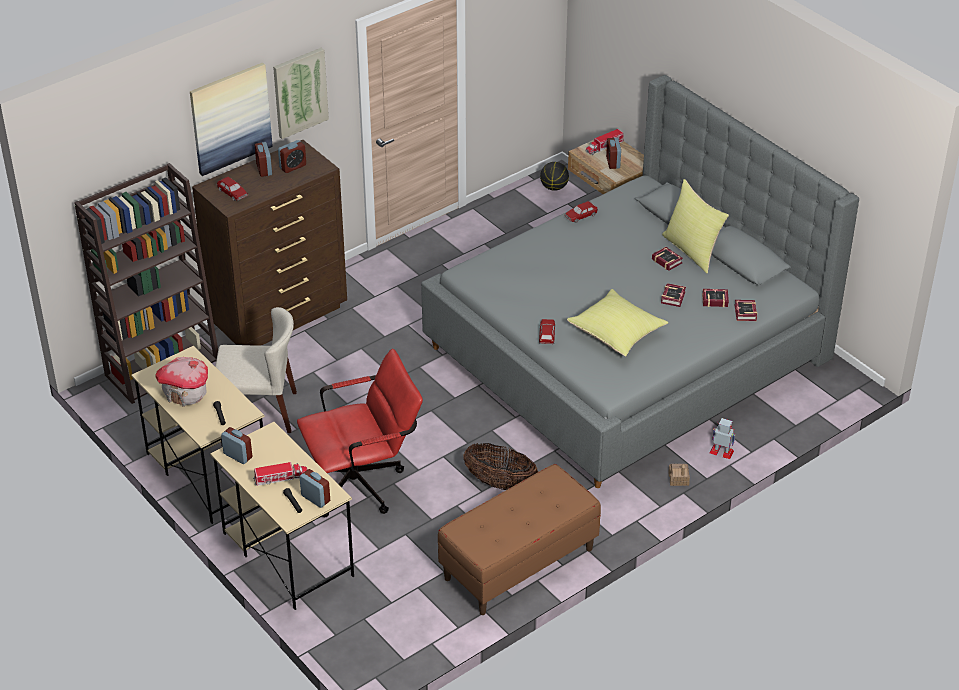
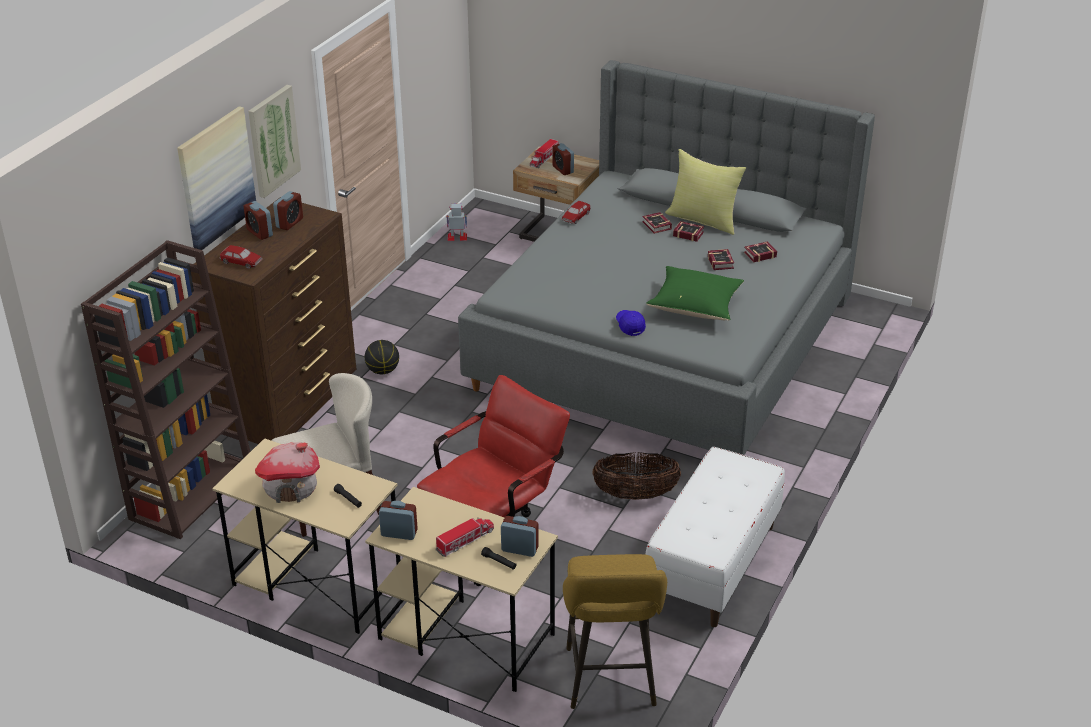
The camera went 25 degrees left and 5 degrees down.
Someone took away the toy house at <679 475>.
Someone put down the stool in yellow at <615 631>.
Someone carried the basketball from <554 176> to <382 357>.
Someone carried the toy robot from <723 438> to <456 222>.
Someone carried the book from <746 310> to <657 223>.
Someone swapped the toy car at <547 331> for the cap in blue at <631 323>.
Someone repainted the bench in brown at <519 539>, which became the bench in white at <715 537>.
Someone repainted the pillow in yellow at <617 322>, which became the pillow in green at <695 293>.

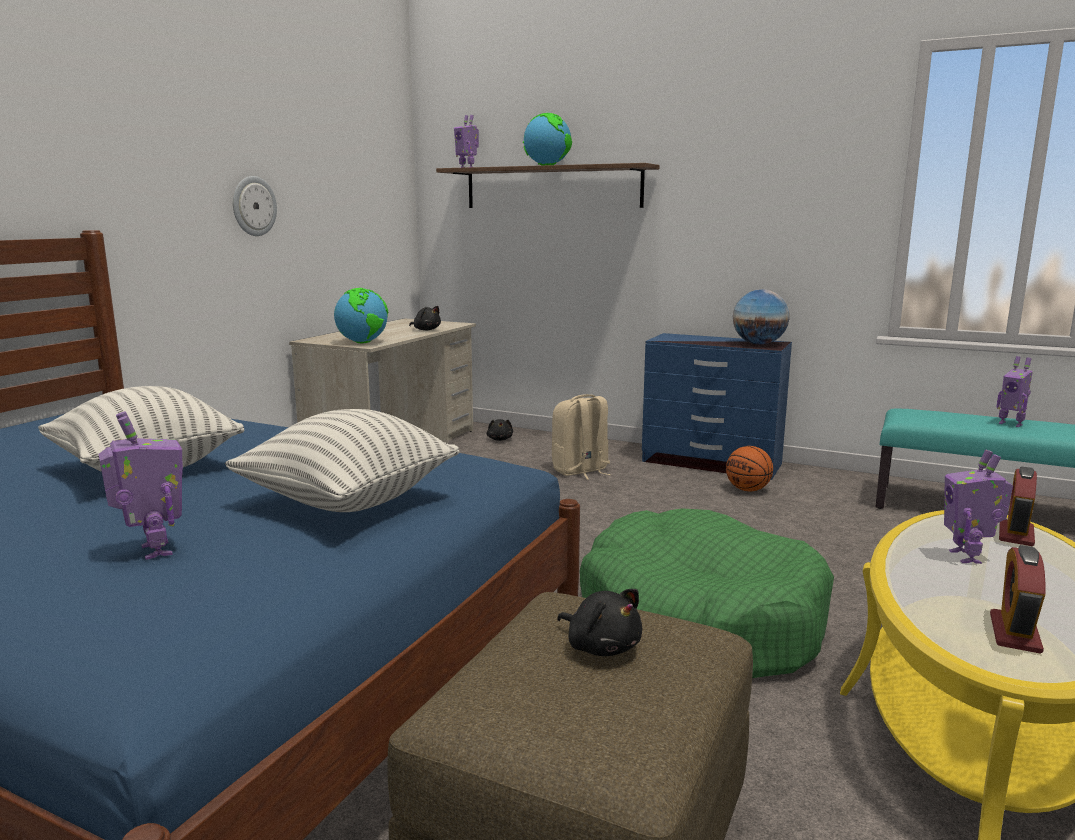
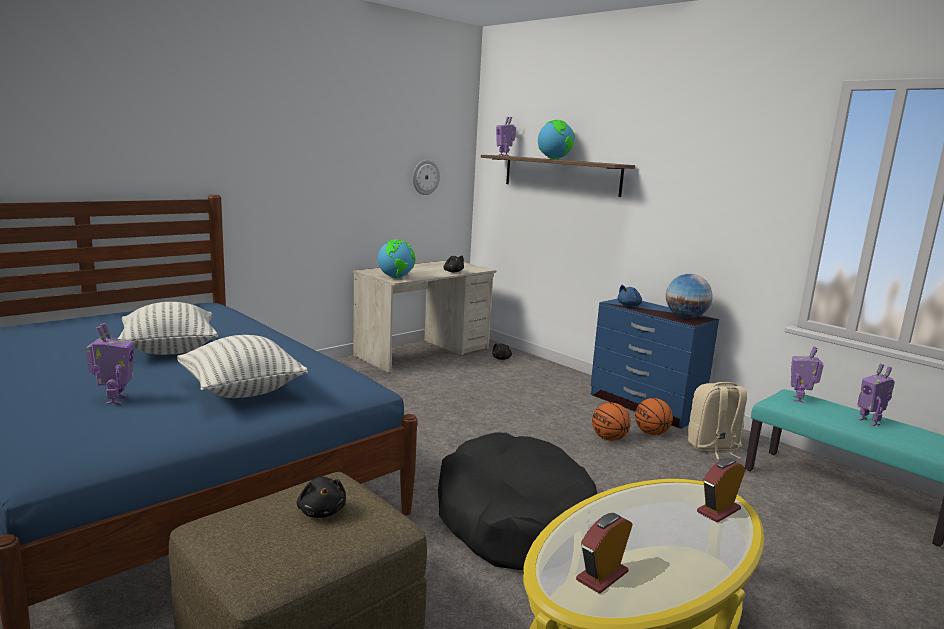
The camera went 20 degrees right and 0 degrees up.
Someone put down the basketball at <611 421>.
Someone put down the plush toy in blue at <630 295>.
Someone carried the wall clock from <255 206> to <426 177>.
Someone carried the backpack in beige from <581 437> to <717 421>.
Someone carried the toy robot from <978 507> to <807 374>.
Someone repainted the dog bed in green at <707 593>, which became the dog bed in black at <517 501>.

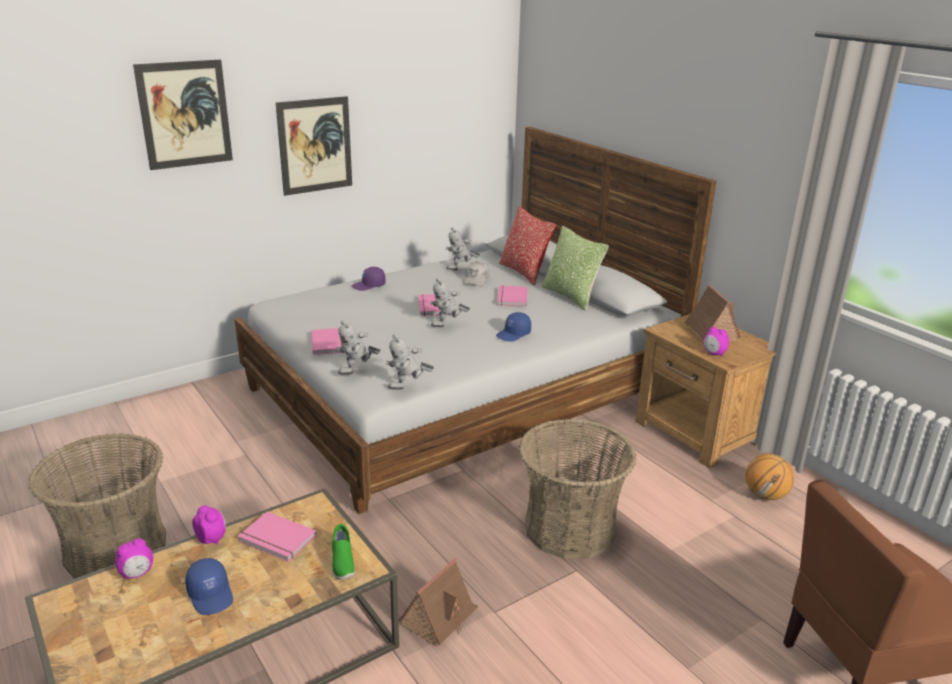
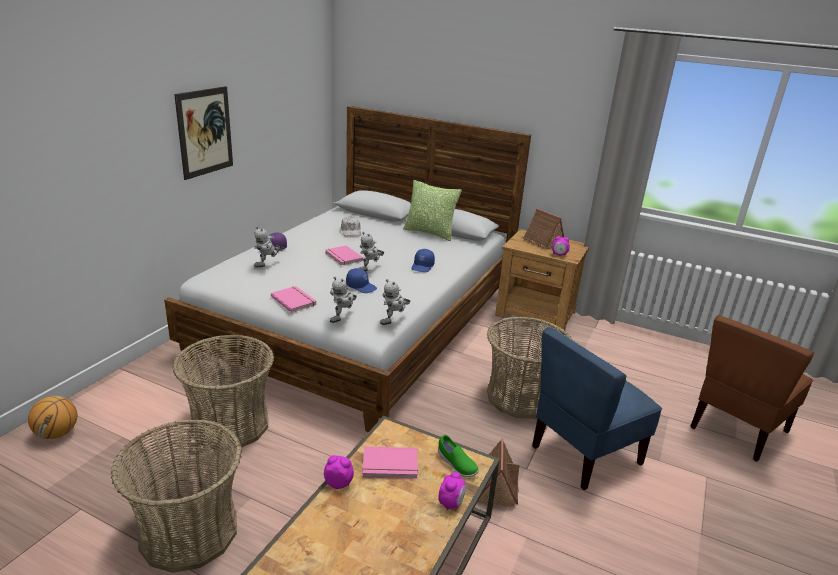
The camera went 30 degrees left and 0 degrees up.
Someone took away the picture at <183 114>.
Someone took away the book in pink at <512 296>.
Someone took away the pillow at <527 246>.
Someone put down the basket at <223 392>.
Someone put down the chair in blue at <597 409>.
Someone carried the alarm clock from <134 558> to <452 491>.
Someone carried the cap in blue from <209 586> to <361 280>.
Someone carried the toy robot from <463 249> to <268 246>.
Someone carried the basketball from <769 477> to <52 417>.

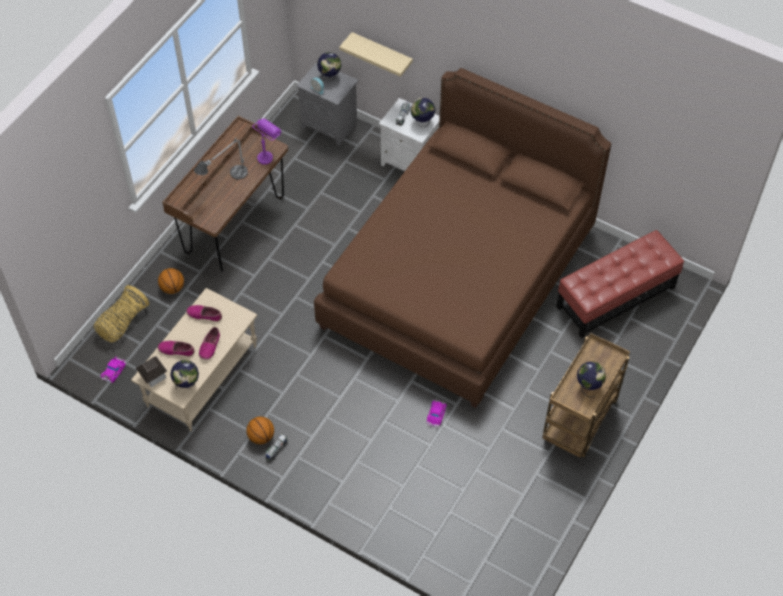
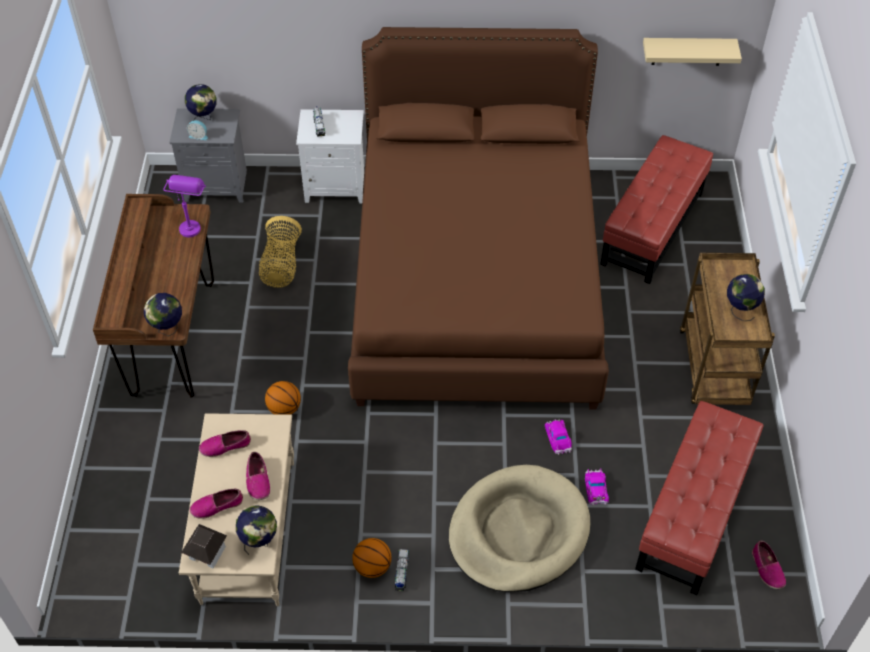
The camera went 30 degrees left and 5 degrees down.
Someone took away the table lamp at <221 158>.
Someone put down the dog bed in beige at <519 528>.
Someone put down the ottoman in red at <699 498>.
Someone put down the shoe at <769 565>.
Someone carried the basket from <121 314> to <280 252>.
Someone carried the toy car from <113 370> to <597 486>.
Someone carried the basketball from <171 281> to <283 398>.
Someone carried the shelf in beige from <376 54> to <692 52>.
Someone carried the globe from <423 112> to <163 314>.

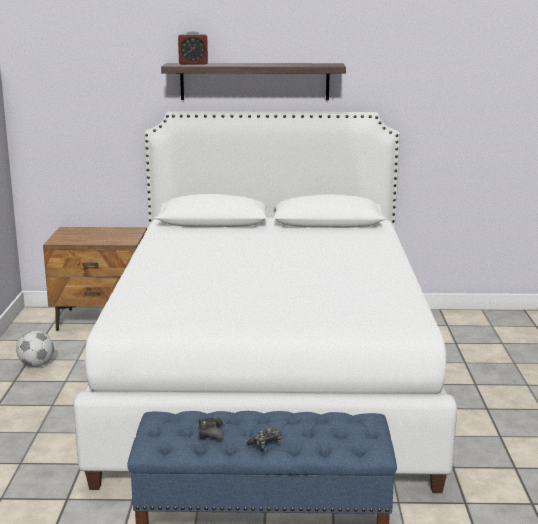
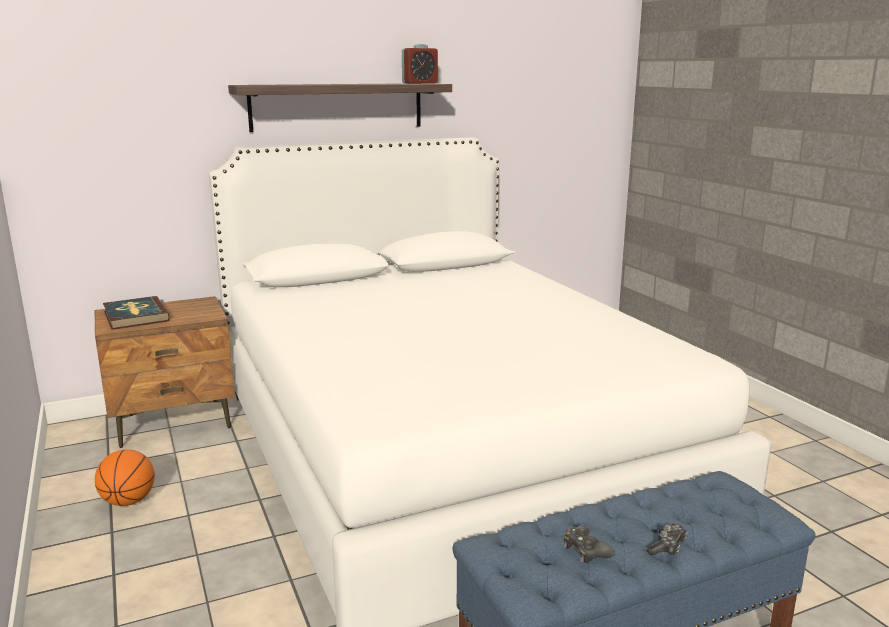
The camera went 25 degrees left and 0 degrees up.
Someone put down the book at <136 313>.
Someone carried the alarm clock from <193 48> to <420 64>.
Someone swapped the football at <35 349> for the basketball at <125 477>.

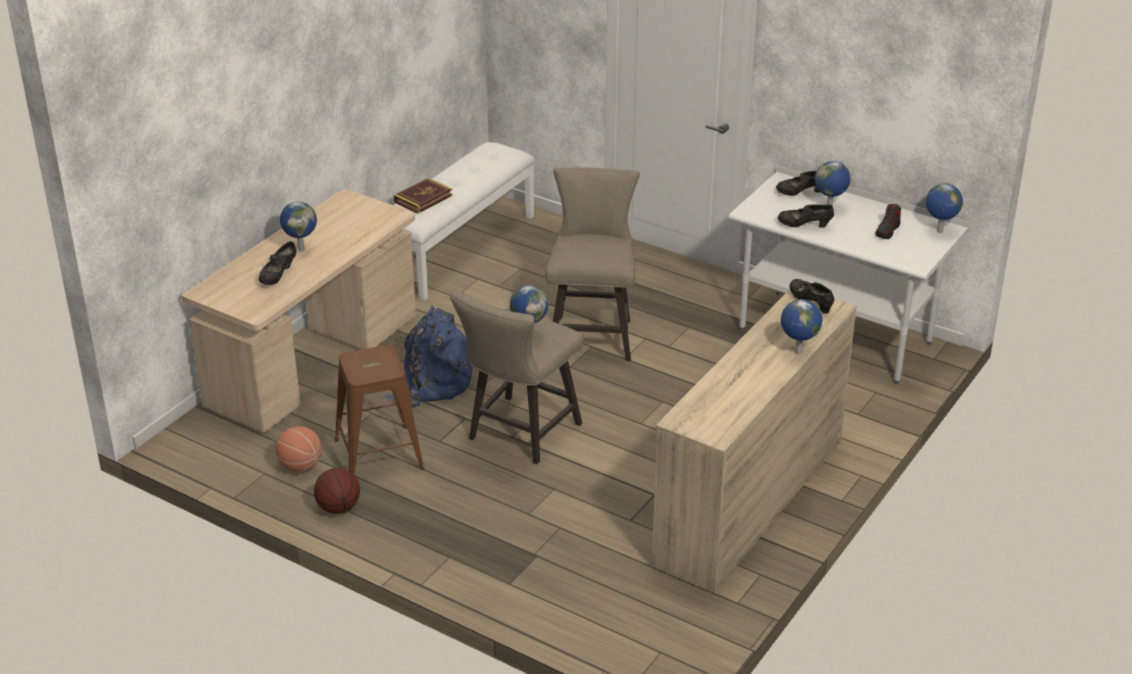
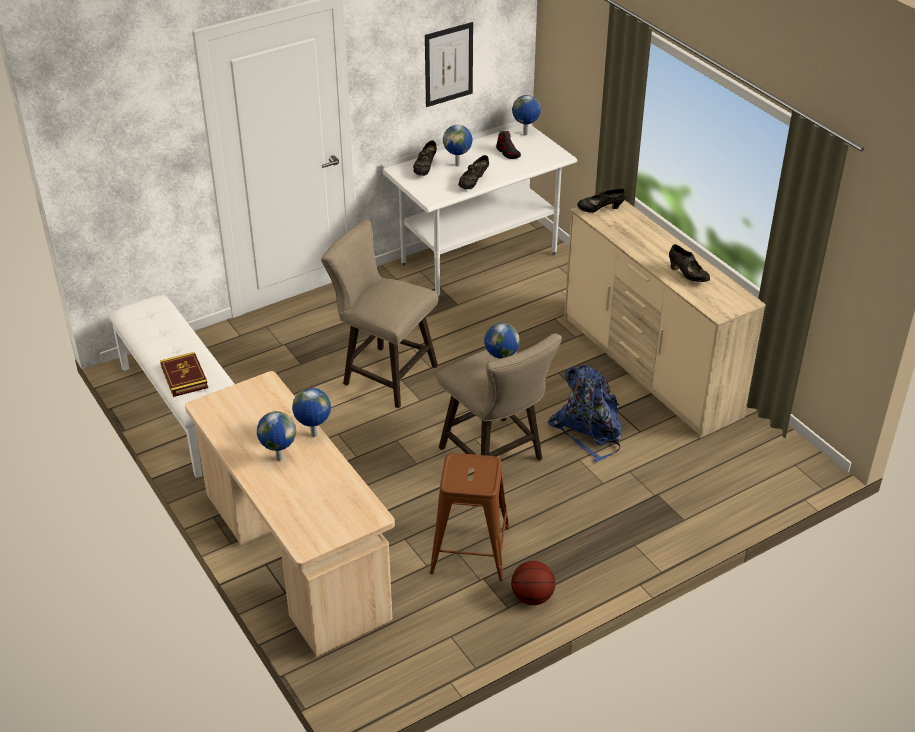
The camera went 65 degrees left and 5 degrees up.
Someone took away the basketball at <298 449>.
Someone put up the picture at <449 64>.
Someone carried the shoe in black from <277 263> to <689 263>.
Someone carried the backpack in blue from <429 356> to <585 413>.
Someone carried the globe from <801 327> to <311 412>.

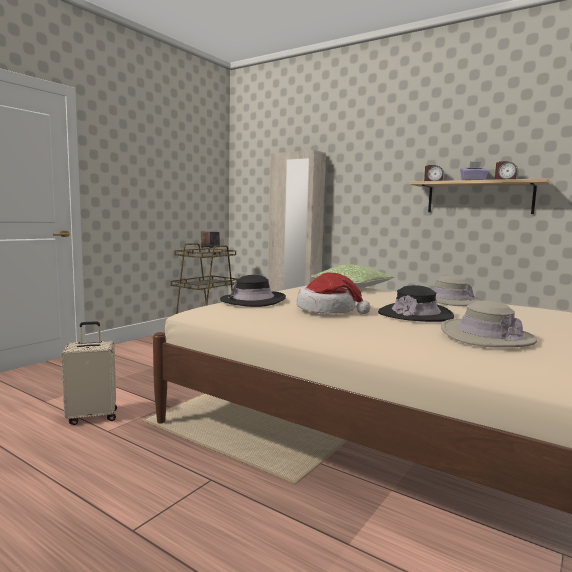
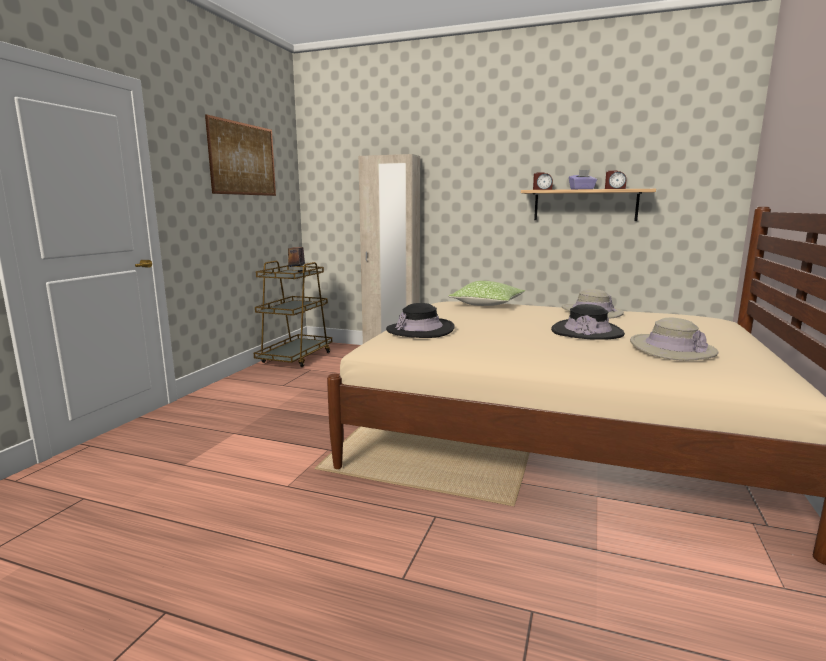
The camera went 15 degrees left and 5 degrees up.
Someone took away the suitcase in beige at <89 373>.
Someone took away the hat at <333 293>.
Someone put up the picture at <240 155>.

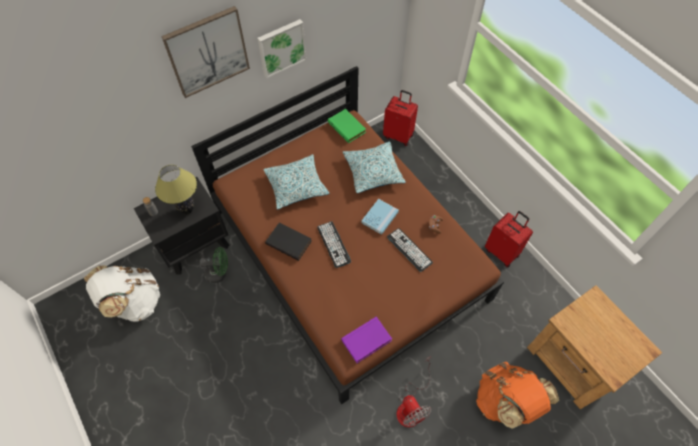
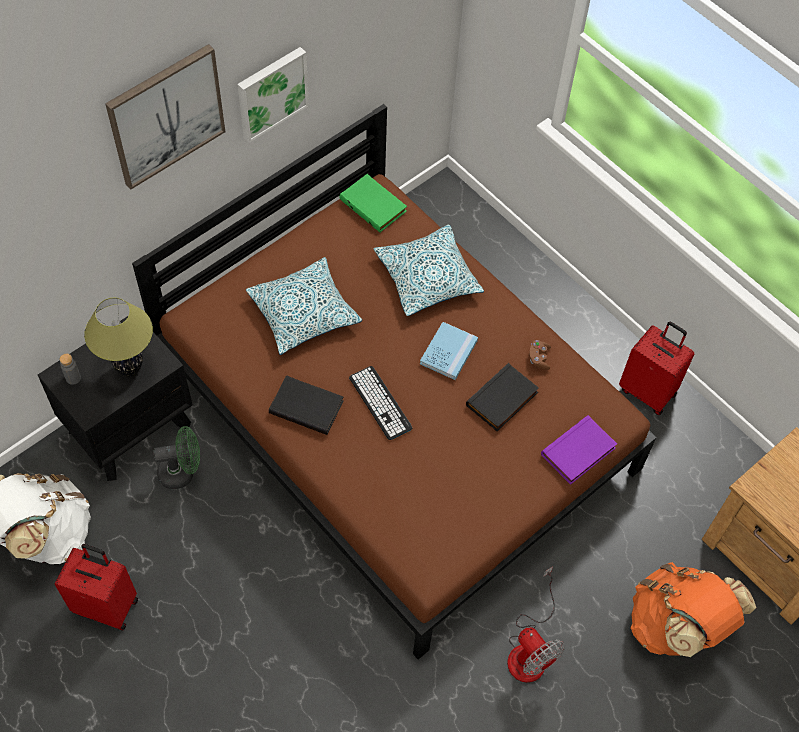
The camera went 10 degrees left and 0 degrees up.
Someone carried the book in purple from <366 339> to <579 450>.
Someone carried the suitcase in red from <400 118> to <96 587>.
Someone swapped the keyboard at <410 250> for the book in black at <502 397>.

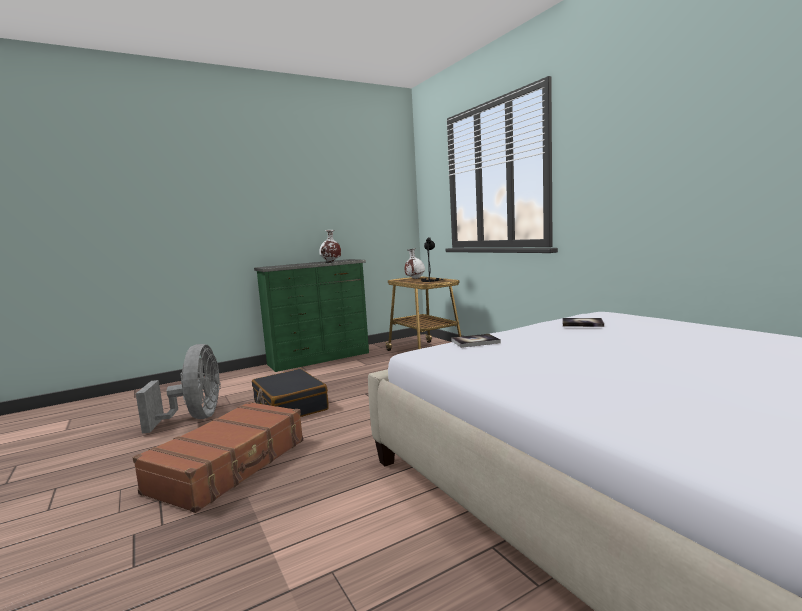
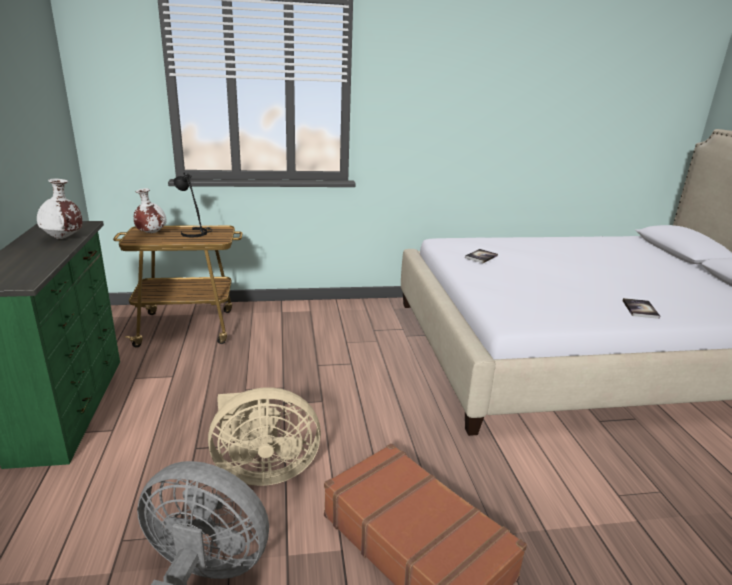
The camera went 70 degrees left and 15 degrees up.
Someone carried the book from <476 341> to <641 308>.
Someone swapped the suitcase in black at <290 393> for the fan in beige at <264 436>.

